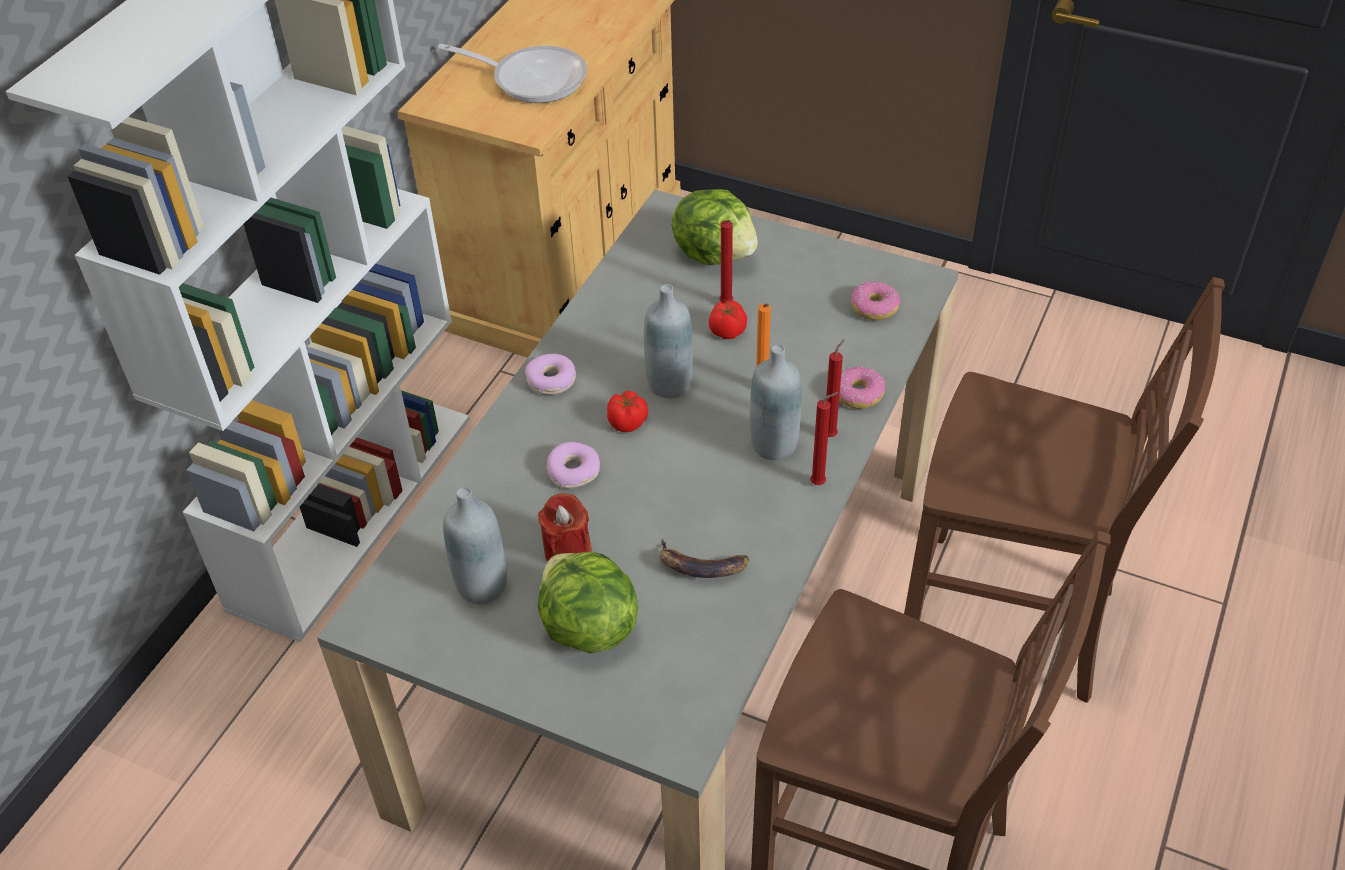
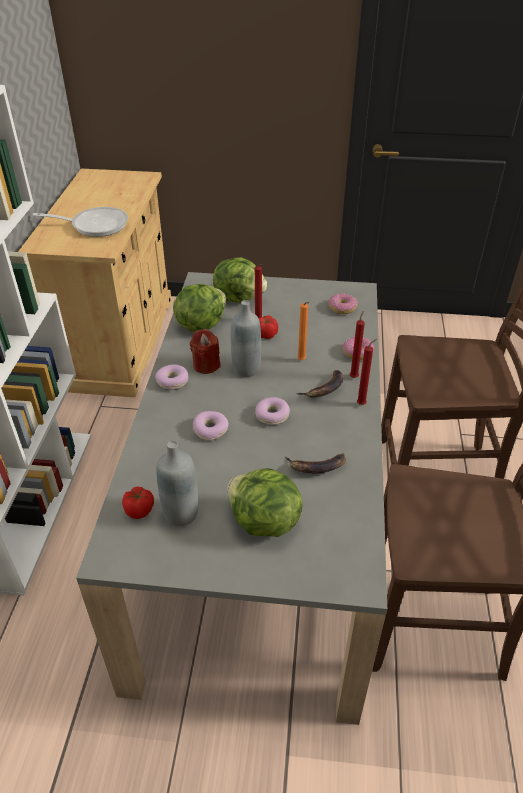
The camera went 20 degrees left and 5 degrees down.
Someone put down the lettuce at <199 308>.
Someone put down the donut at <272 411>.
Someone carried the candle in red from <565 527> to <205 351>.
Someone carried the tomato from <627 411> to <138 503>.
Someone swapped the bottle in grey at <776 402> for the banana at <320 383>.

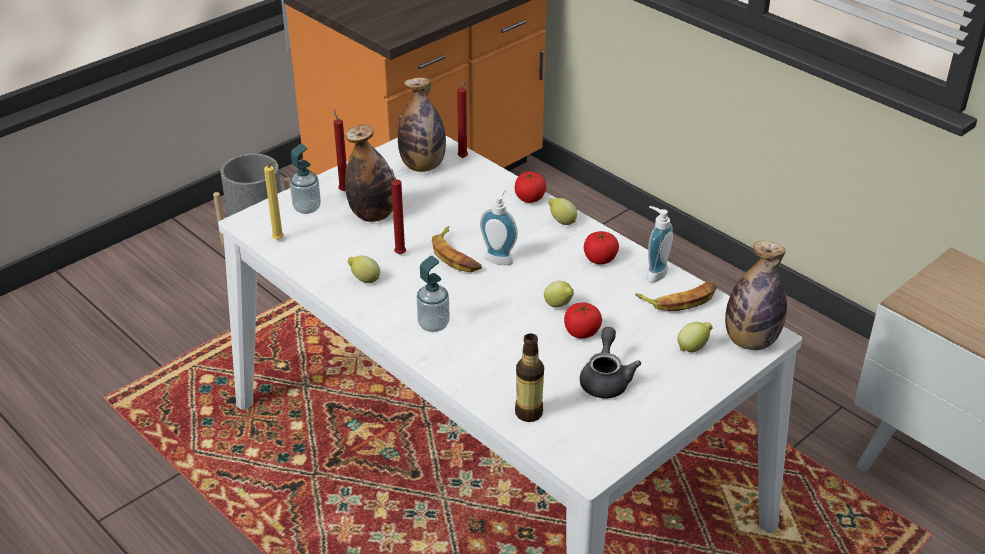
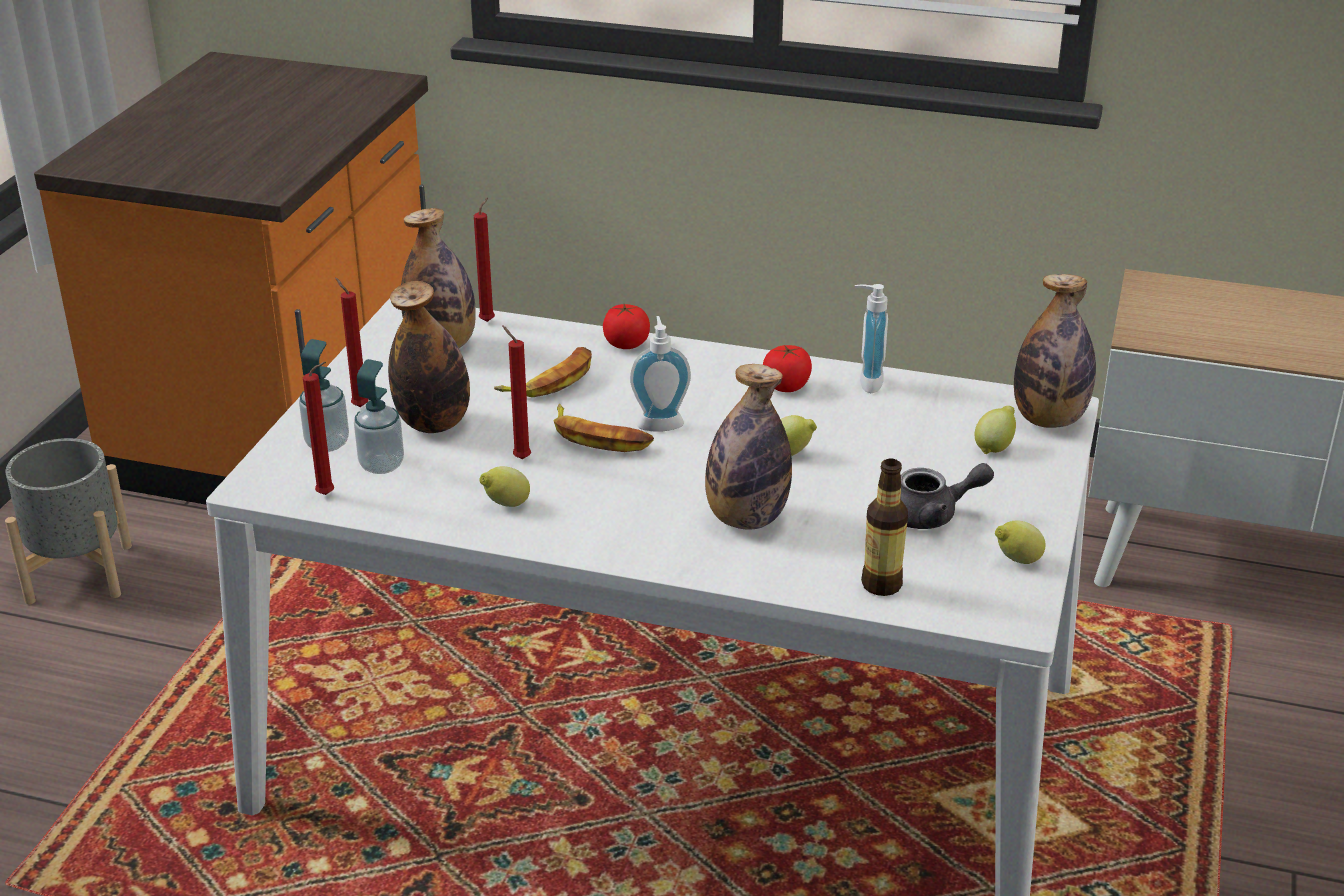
The camera went 30 degrees left and 5 degrees down.
Someone took away the tomato at <583 320>.
Someone put down the bottle at <748 446>.
Someone carried the soap dispenser from <433 294> to <379 416>.
Someone carried the lemon from <562 211> to <1020 542>.
Someone carried the banana from <676 296> to <543 372>.
Someone repainted the candle in yellow at <274 201>, which became the candle in red at <318 428>.
Someone rotated the teapot in grey at <610 362> by 105 degrees clockwise.

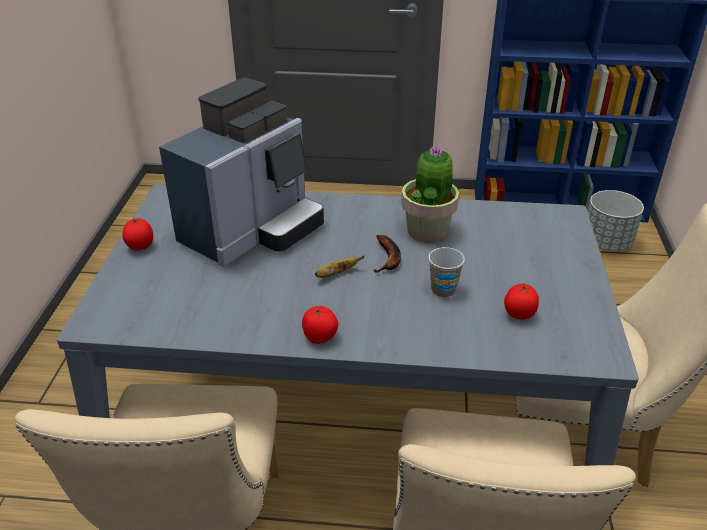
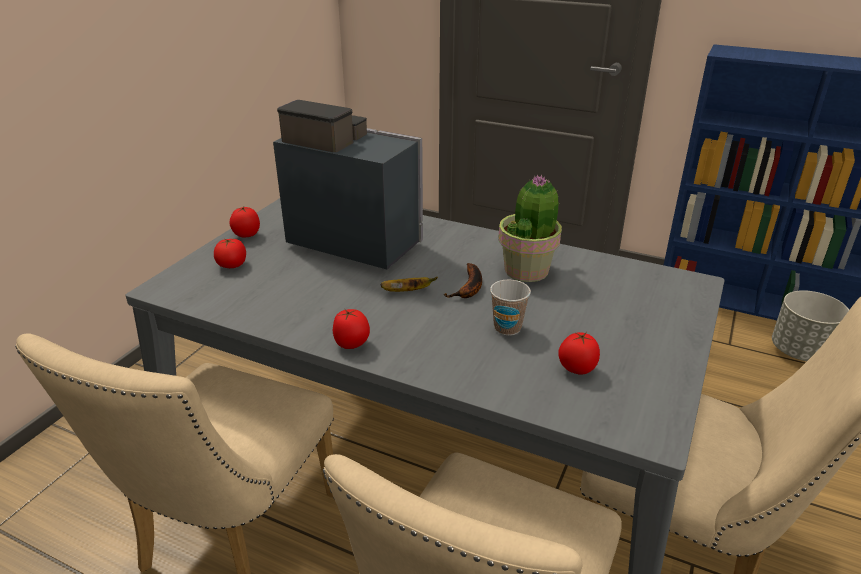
The camera went 20 degrees right and 5 degrees down.
Someone put down the tomato at <230 253>.
Someone rotated the coffee machine at <241 172> by 120 degrees counterclockwise.

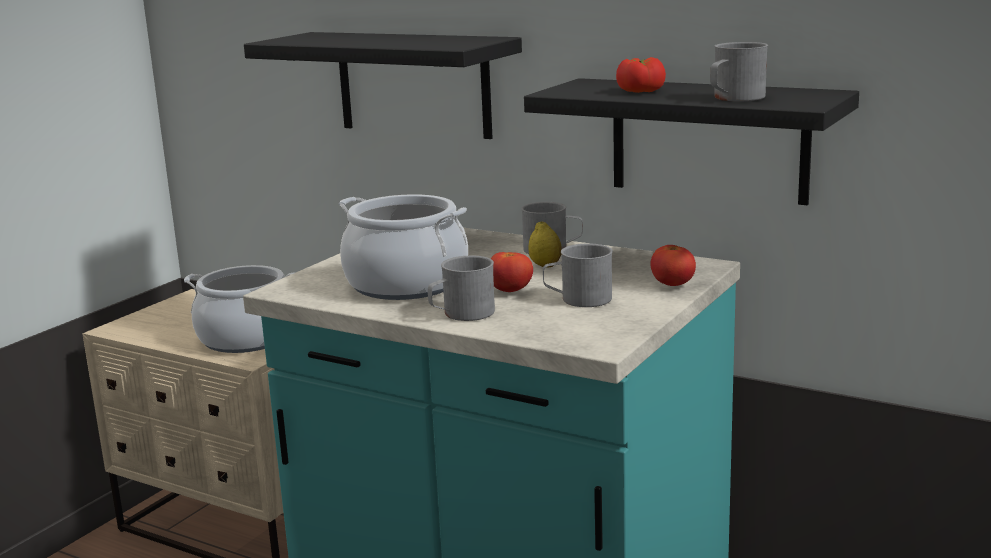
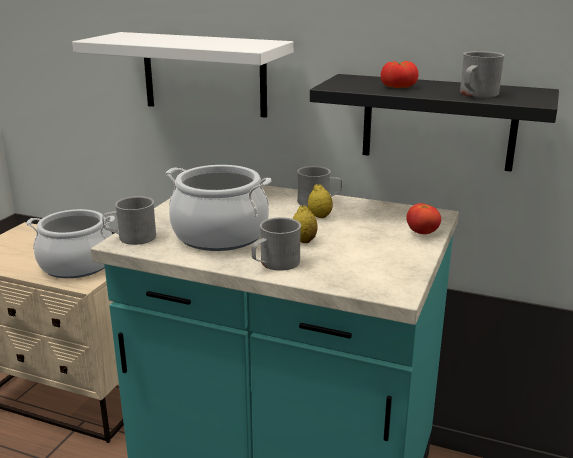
The camera went 10 degrees left and 5 degrees up.
Someone carried the mug in grey from <578 275> to <129 220>.
Someone swapped the tomato at <512 272> for the lemon at <305 224>.
Someone repainted the shelf in black at <383 85>, which became the shelf in white at <183 75>.

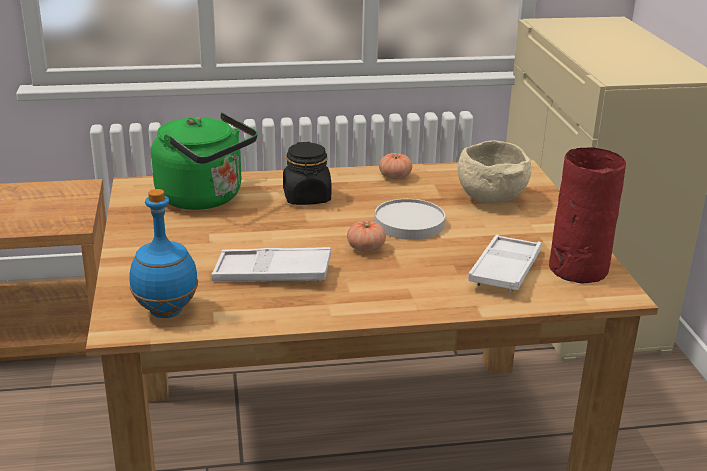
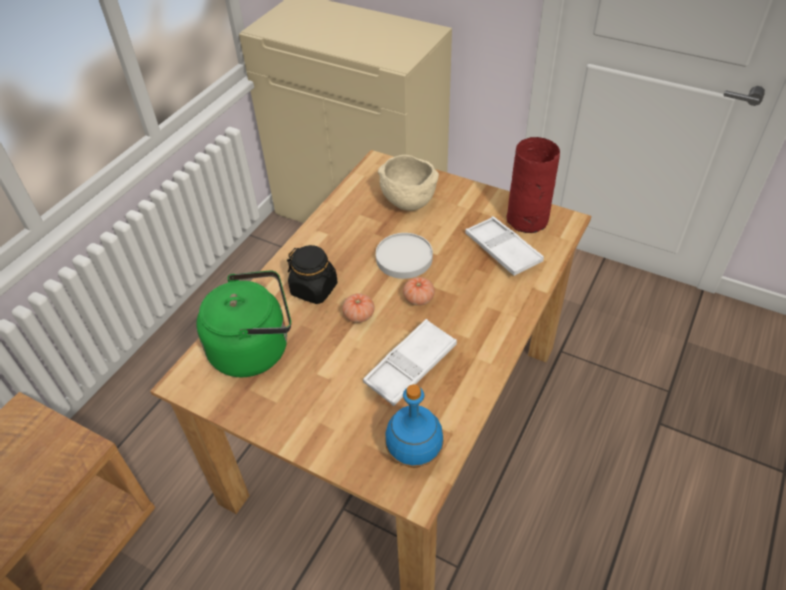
The camera went 50 degrees left and 20 degrees up.
Someone carried the tomato from <395 166> to <358 308>.

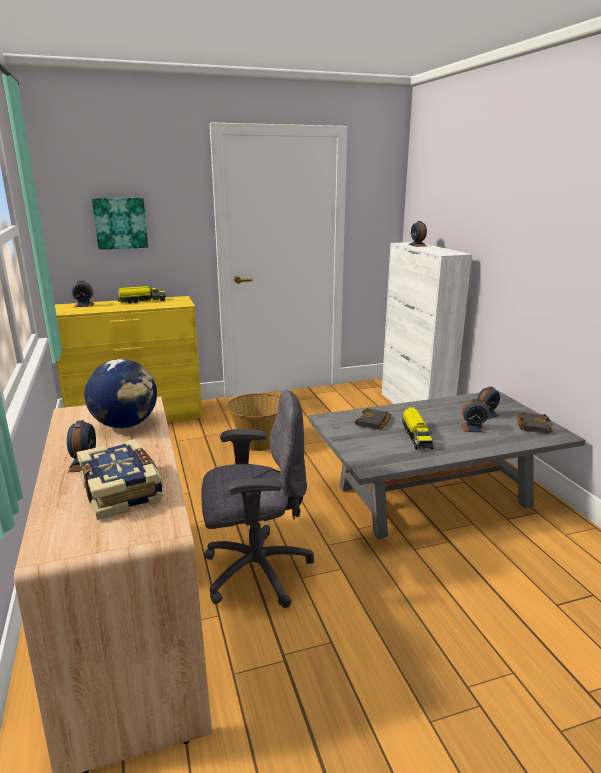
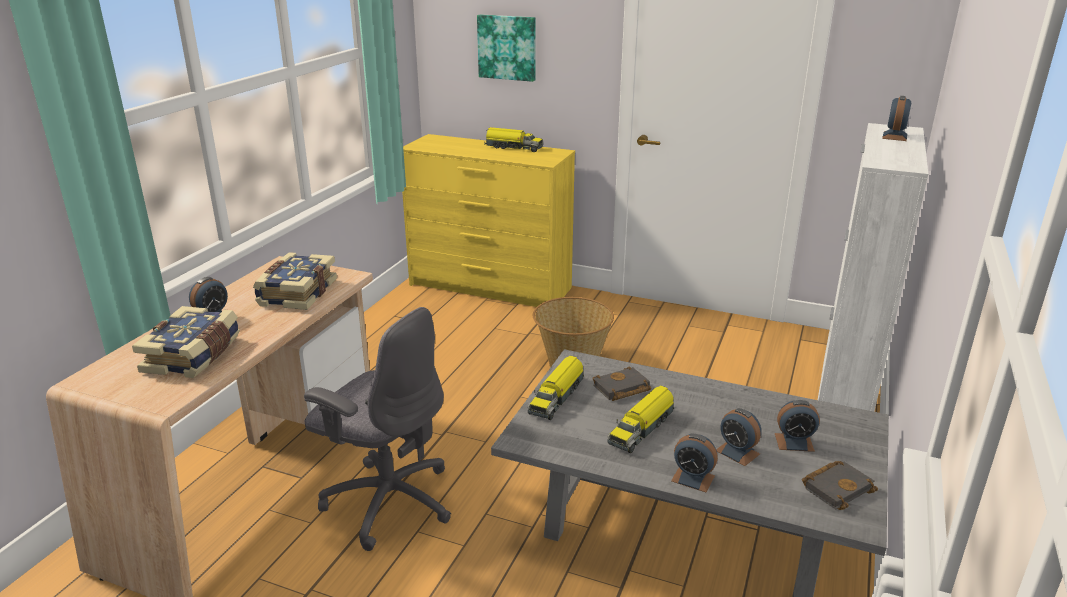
The camera went 40 degrees right and 5 degrees up.
Someone put down the toy truck at <556 387>.
Someone carried the alarm clock from <83 294> to <694 463>.
Someone swapped the globe at <120 393> for the book at <295 281>.

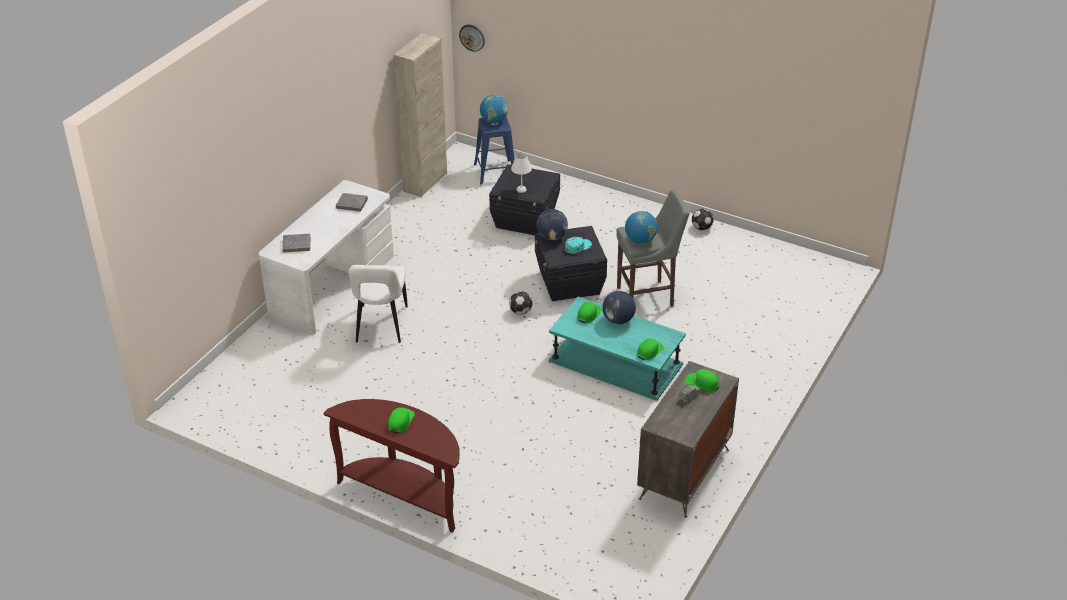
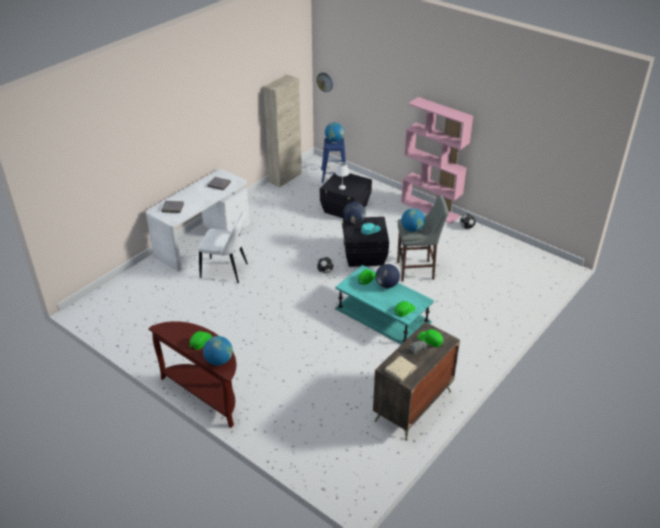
The camera went 10 degrees right and 0 degrees up.
Someone put down the globe at <218 350>.
Someone put down the book in beige at <401 369>.
Someone put down the bookcase in pink at <437 160>.
Someone rotated the chair in white at <378 304> by 90 degrees counterclockwise.

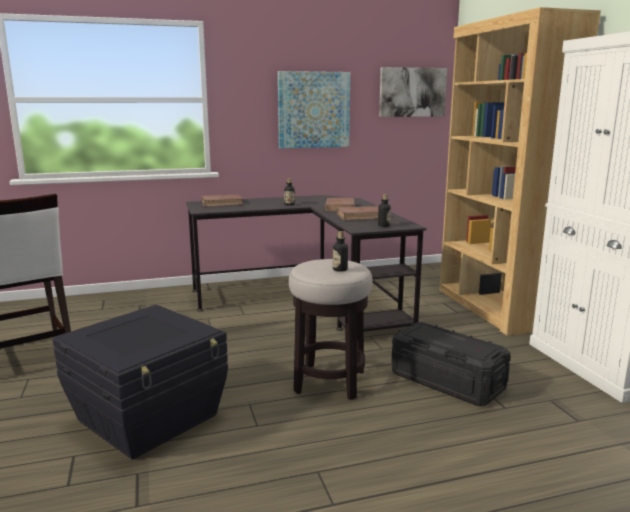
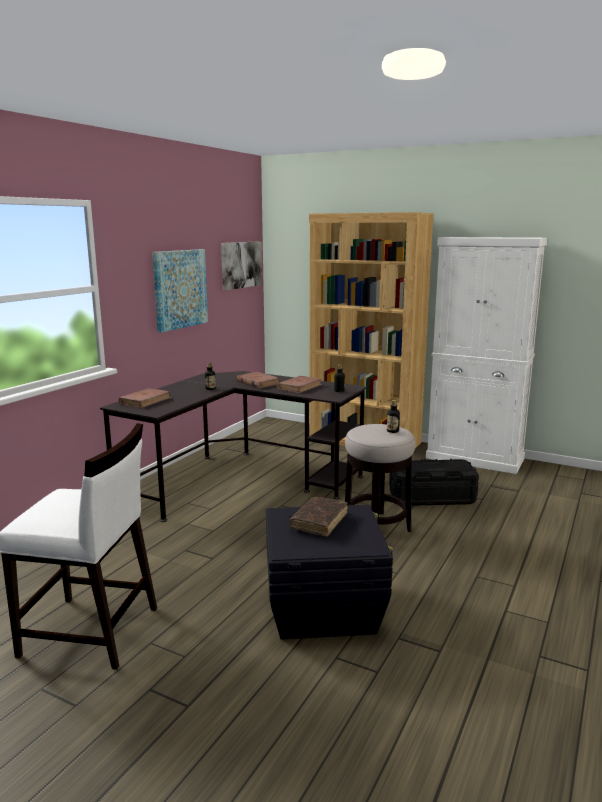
The camera went 45 degrees left and 0 degrees up.
Someone put down the book in brown at <319 517>.

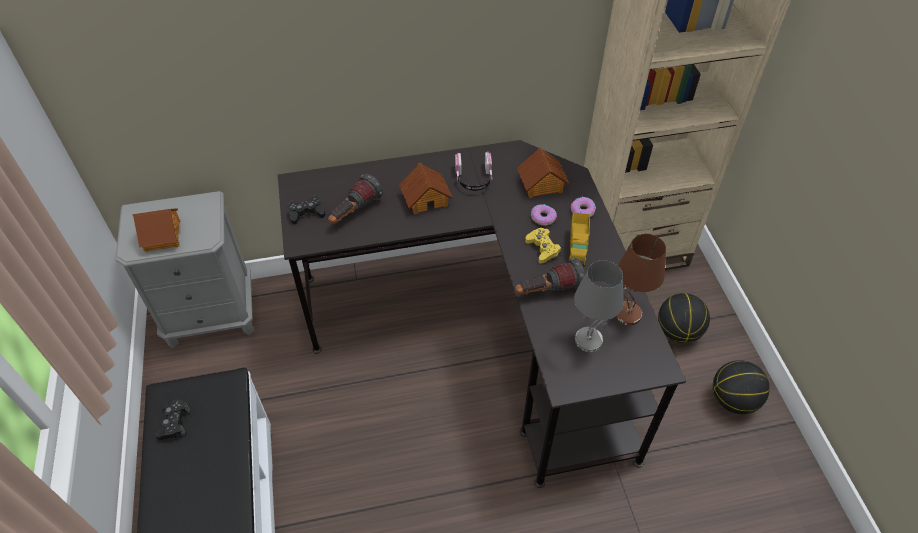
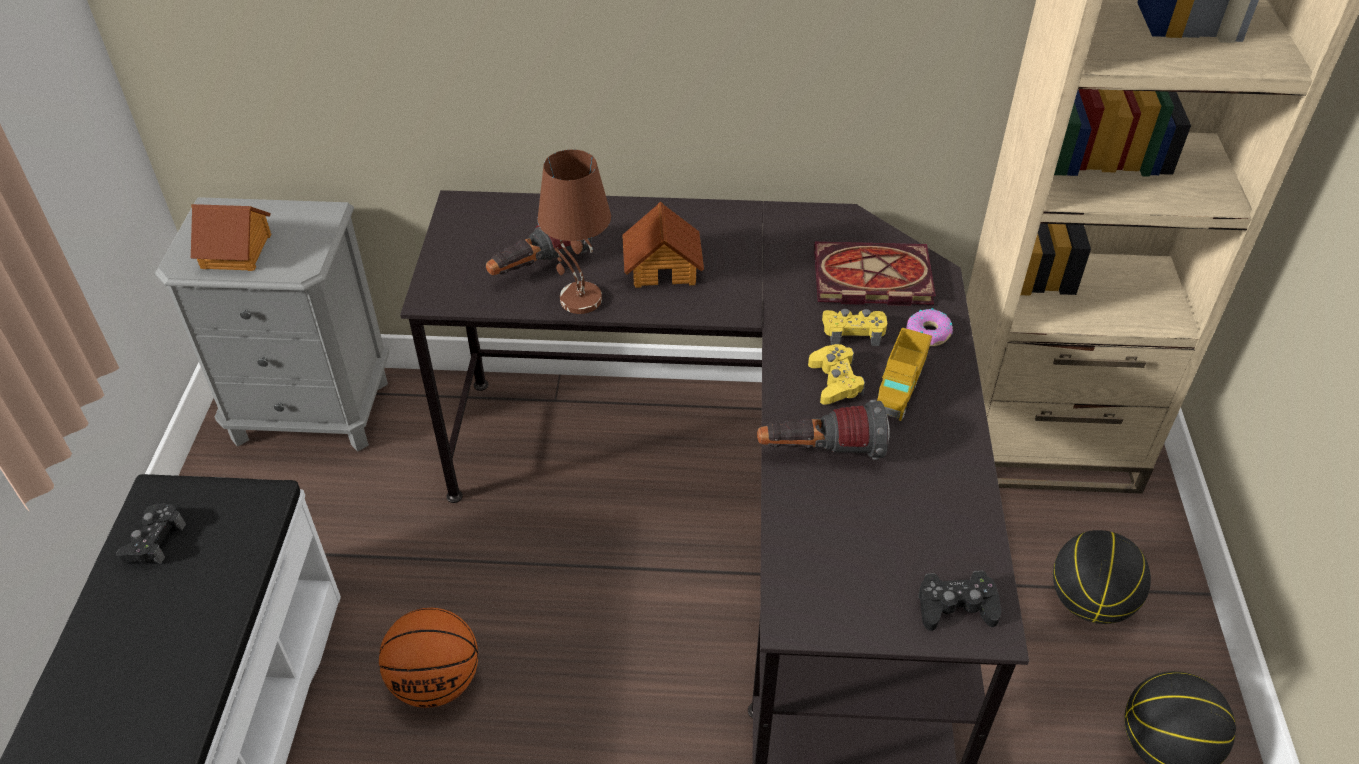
The camera went 15 degrees right and 5 degrees down.
Someone took away the headphones at <473 171>.
Someone took away the table lamp in grey at <598 306>.
Someone put down the basketball at <428 658>.
Someone carried the game controller in black from <306 210> to <959 601>.
Someone carried the table lamp in brown from <640 279> to <574 231>.
Someone swapped the toy house at <543 173> for the book at <875 274>.
Someone swapped the donut at <544 215> for the game controller in yellow at <854 327>.

